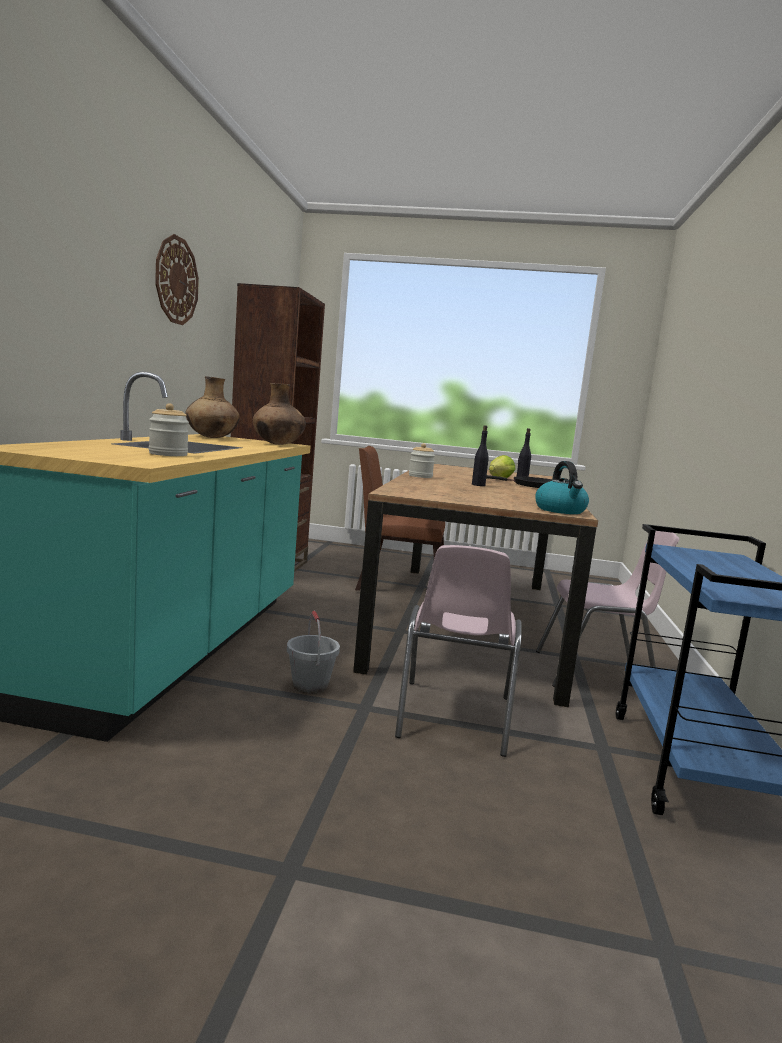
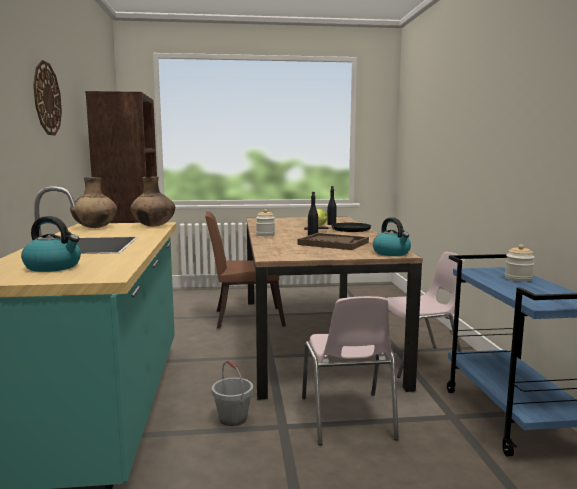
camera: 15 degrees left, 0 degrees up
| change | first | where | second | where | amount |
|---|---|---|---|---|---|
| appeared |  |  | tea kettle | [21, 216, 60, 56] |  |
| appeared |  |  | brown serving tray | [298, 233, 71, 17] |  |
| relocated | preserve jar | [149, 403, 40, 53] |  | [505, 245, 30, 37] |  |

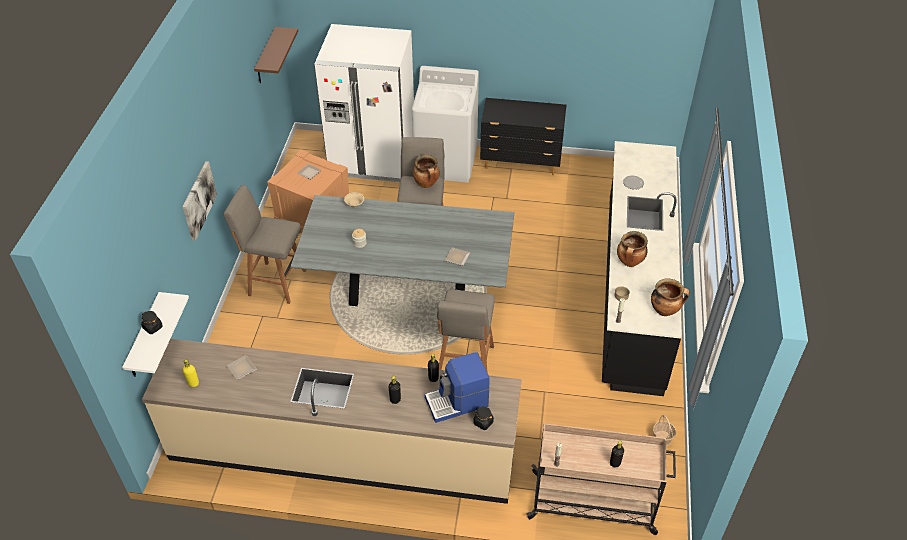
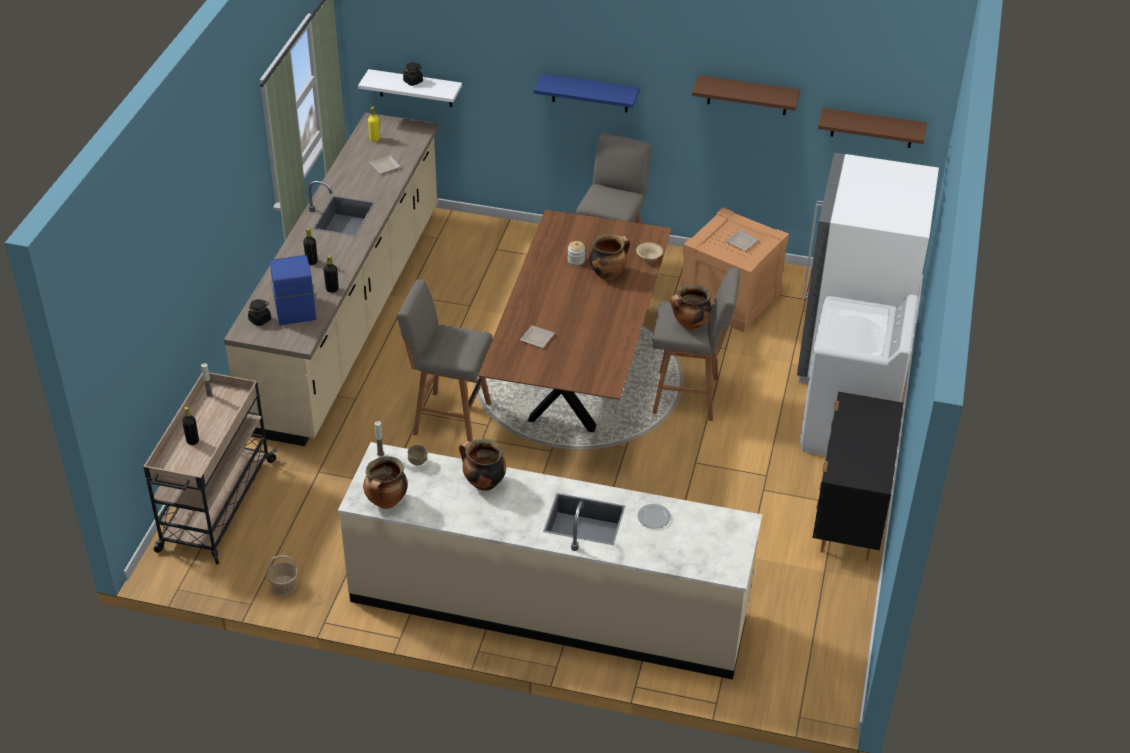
camera: 95 degrees right, 5 degrees down
| change | first | where | second | where | amount |
|---|---|---|---|---|---|
| appeared |  |  | saucepot | [589, 234, 41, 46] |  |
| appeared |  |  | brown shelf | [692, 75, 108, 40] |  |
| exchanged | picture | [183, 161, 34, 80] | blue shelf | [534, 74, 106, 38] |  |
| colour | gray dining table | [290, 195, 225, 111] | brown dining table | [478, 210, 194, 222] |  |
| colour | blackish counter | [602, 141, 80, 255] | beige-coloured counter | [338, 442, 424, 238] |  |

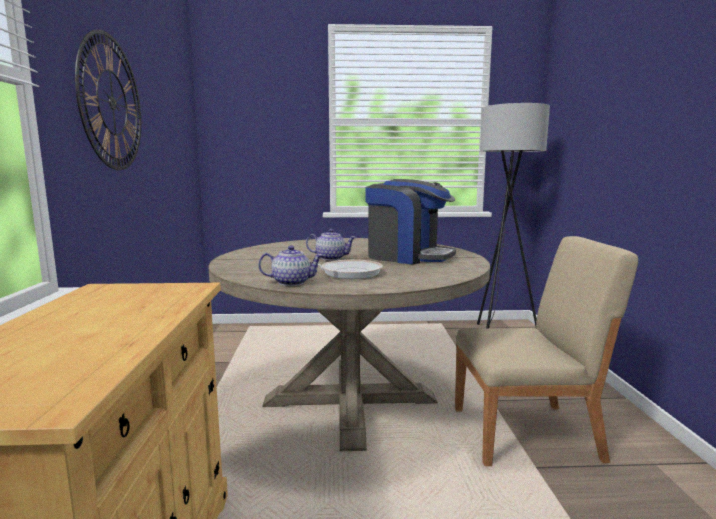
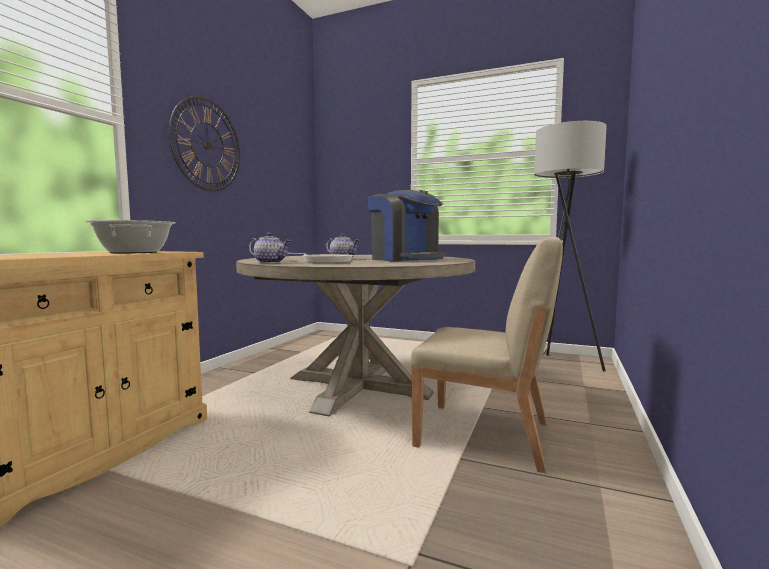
camera: 25 degrees right, 5 degrees down
| change | first | where | second | where | amount |
|---|---|---|---|---|---|
| appeared |  |  | saucepot | [85, 220, 90, 33] |  |

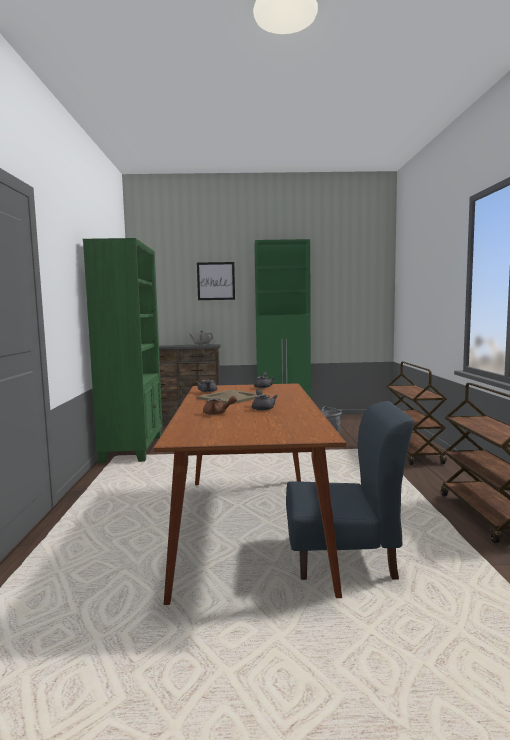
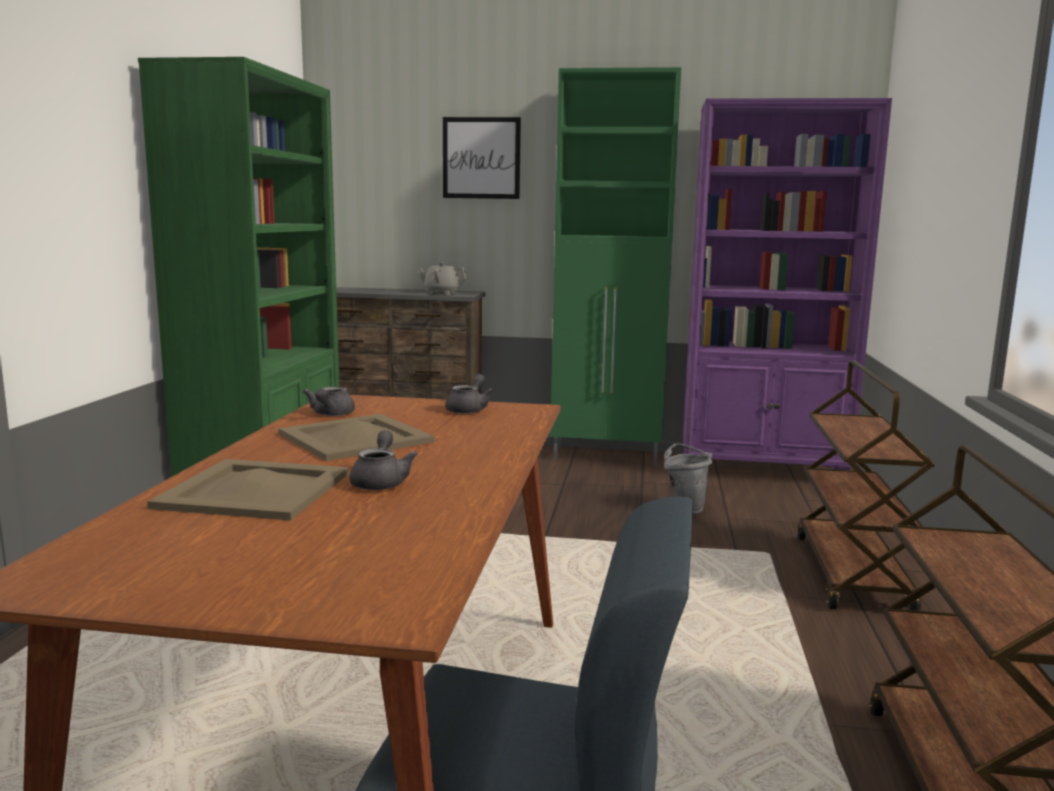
camera: 10 degrees right, 5 degrees up
| change | first | where | second | where | amount |
|---|---|---|---|---|---|
| appeared |  |  | purplish shelving unit | [683, 98, 209, 372] |  |
| exchanged | brown pot for tea | [203, 396, 34, 19] | beige-coloured serving tray | [147, 459, 202, 61] |  |

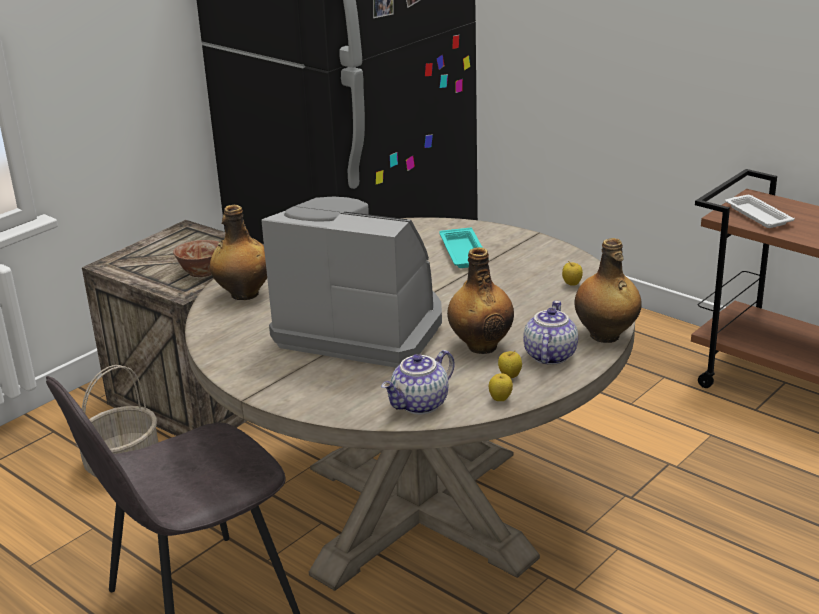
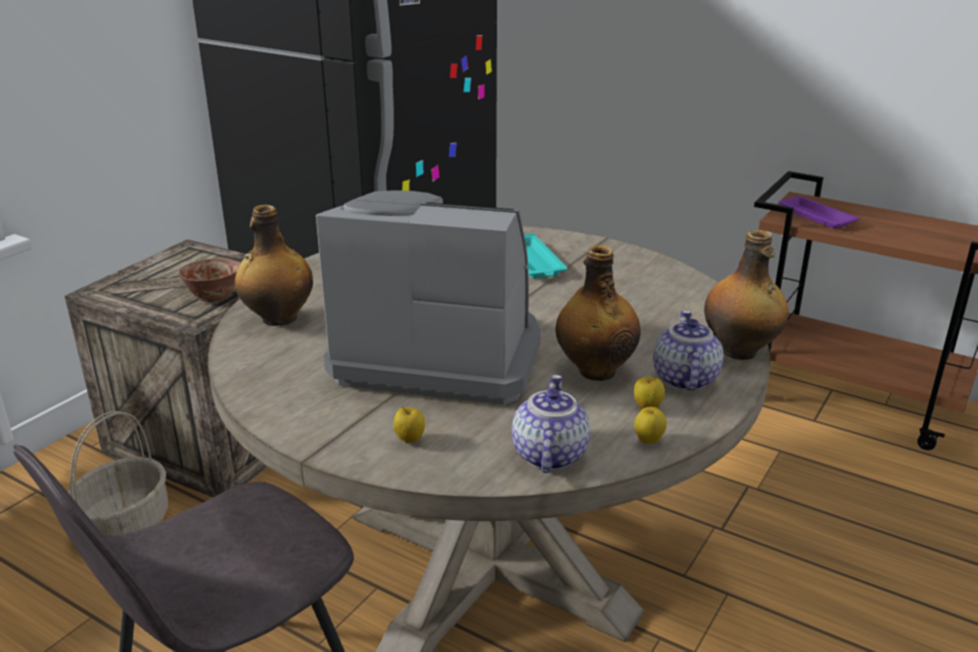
camera: 10 degrees left, 0 degrees up
| change | first | where | second | where | amount |
|---|---|---|---|---|---|
| relocated | apple | [562, 261, 21, 25] |  | [393, 406, 32, 37] |  |
| colour | whitish serving tray | [725, 195, 70, 33] | purplish serving tray | [778, 196, 82, 33] |  |
| spun | pot for tea | [381, 350, 74, 64] |  | [512, 375, 78, 98] | 150 degrees clockwise |

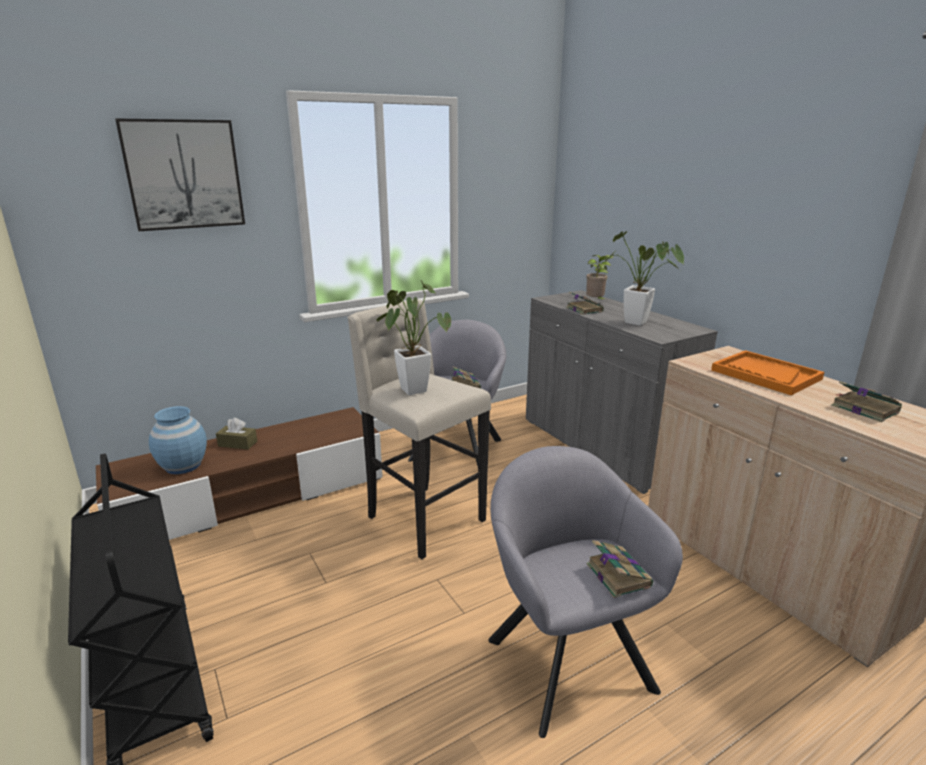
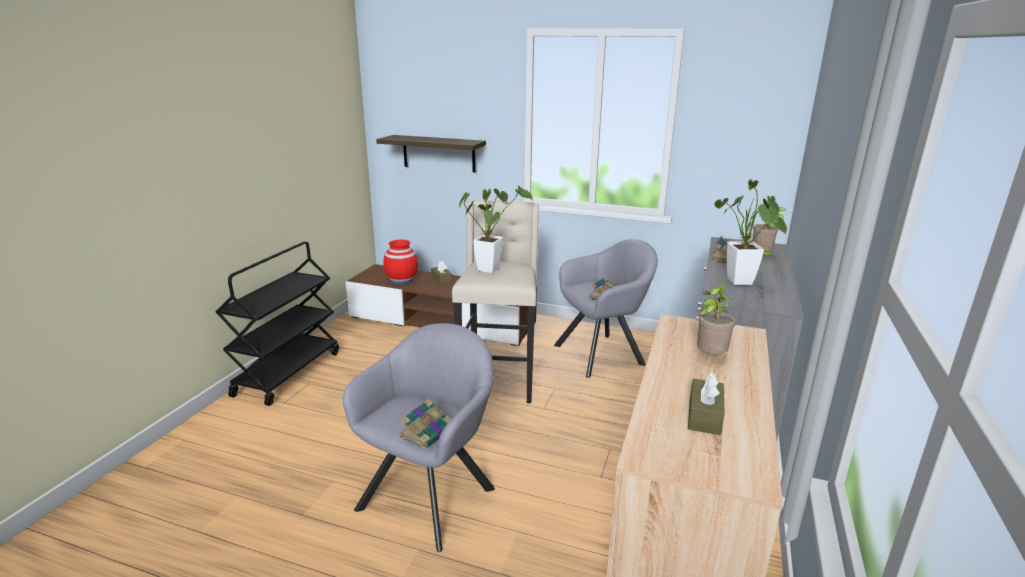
camera: 50 degrees right, 0 degrees up
| change | first | where | second | where | amount |
|---|---|---|---|---|---|
| missing | picture | [115, 118, 130, 113] |  |  |  |
| appeared |  |  | shelf | [376, 135, 110, 37] |  |
| exchanged | orangey serving tray | [711, 350, 113, 45] | houseplant | [697, 281, 39, 73] |  |
| exchanged | bound book | [832, 381, 70, 41] | brown tissue box | [688, 372, 37, 63] |  |
| colour | blue vase | [149, 406, 58, 68] | red vase | [384, 240, 34, 44] |  |

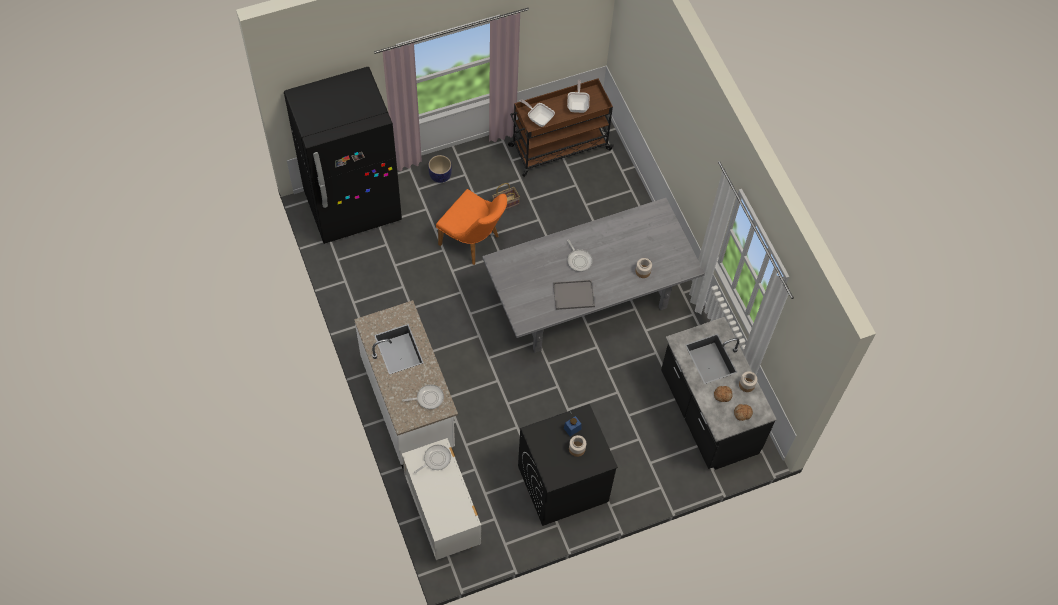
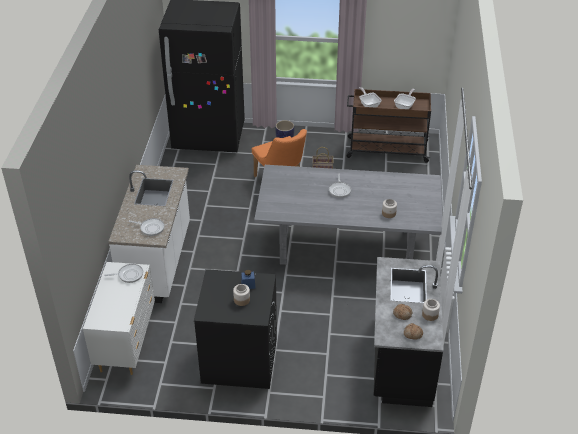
camera: 30 degrees right, 20 degrees down
| change | first | where | second | where | amount |
|---|---|---|---|---|---|
| missing | gray serving tray | [553, 280, 42, 30] |  |  |  |

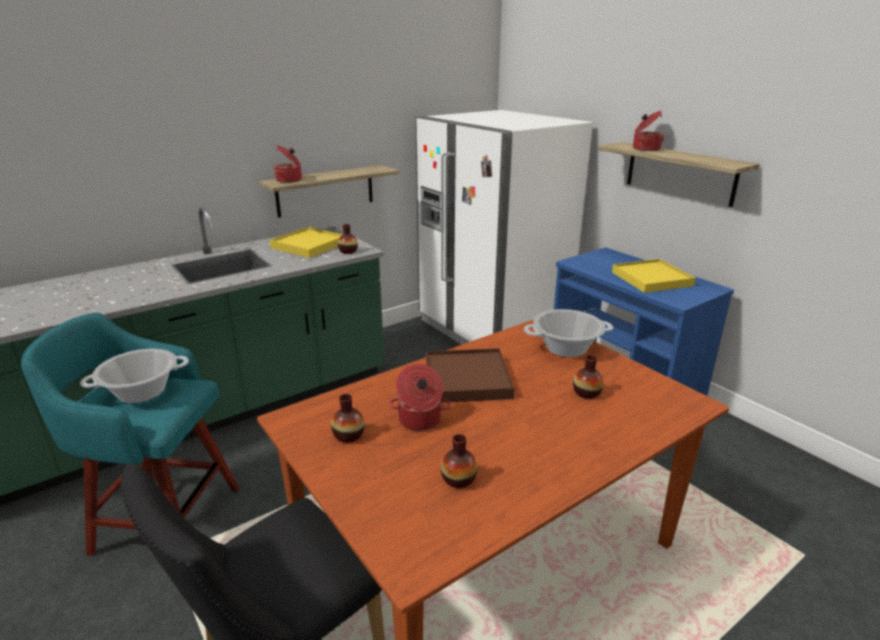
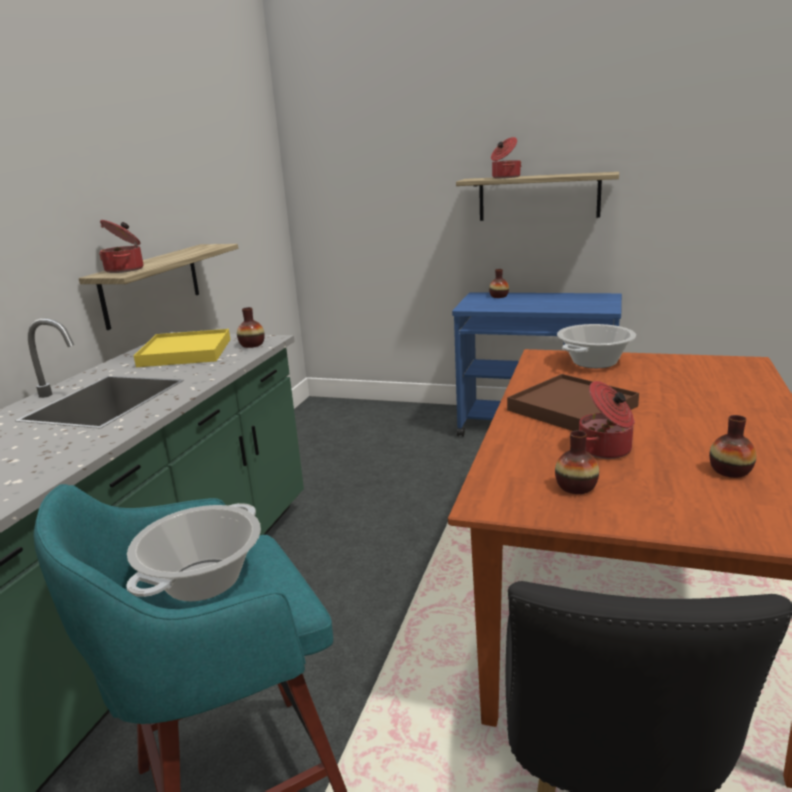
camera: 35 degrees left, 5 degrees down
| change | first | where | second | where | amount |
|---|---|---|---|---|---|
| missing | whitish refrigerator | [415, 110, 178, 235] |  |  |  |
| missing | yellowish serving tray | [612, 259, 84, 34] |  |  |  |
| relocated | vase | [573, 355, 31, 44] |  | [489, 269, 20, 29] |  |

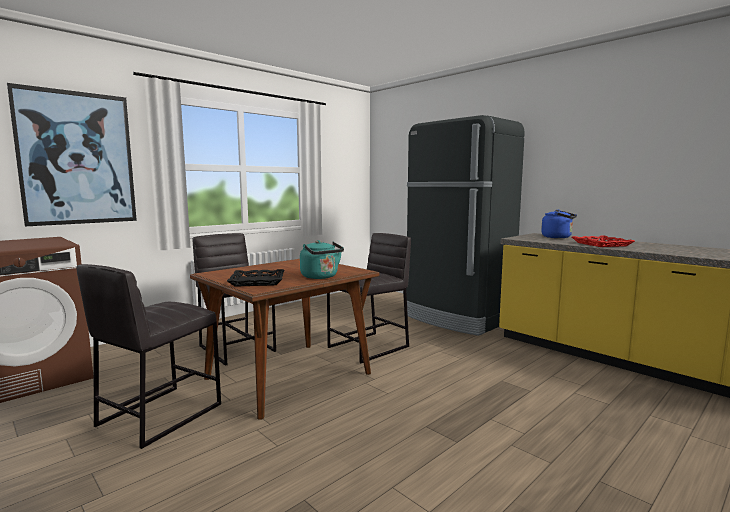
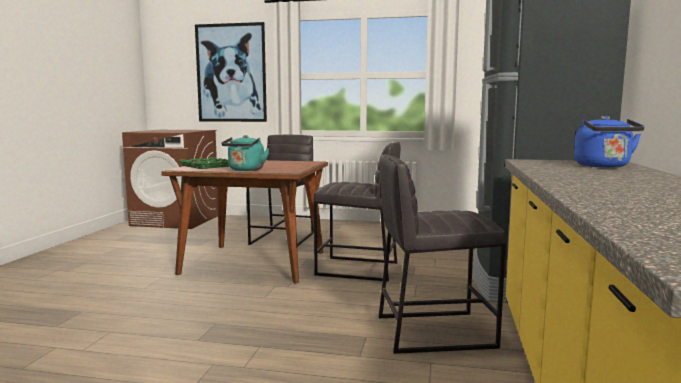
camera: 55 degrees right, 0 degrees up
| change | first | where | second | where | amount |
|---|---|---|---|---|---|
| missing | red serving tray | [572, 235, 63, 12] |  |  |  |
| relocated | gray stool seat | [76, 264, 145, 185] |  | [379, 154, 127, 200] |  |
| colour | blackish serving tray | [227, 269, 57, 18] | green serving tray | [178, 157, 51, 12] |  |

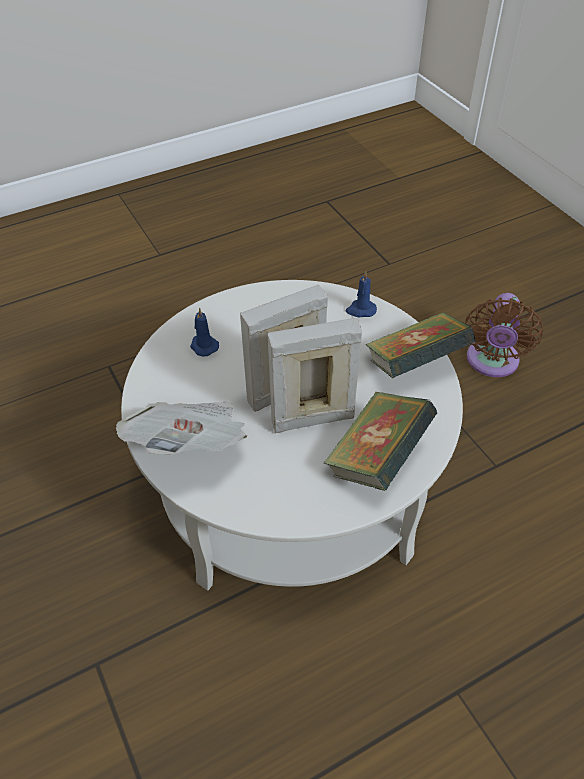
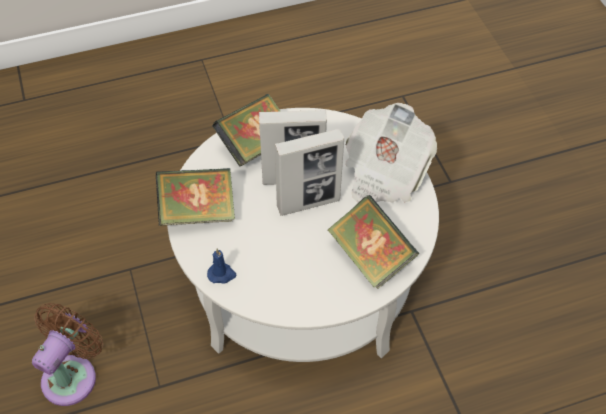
camera: 170 degrees left, 5 degrees up
| change | first | where | second | where | amount |
|---|---|---|---|---|---|
| exchanged | blue candle | [190, 307, 29, 50] | bound book | [327, 195, 92, 94] |  |

